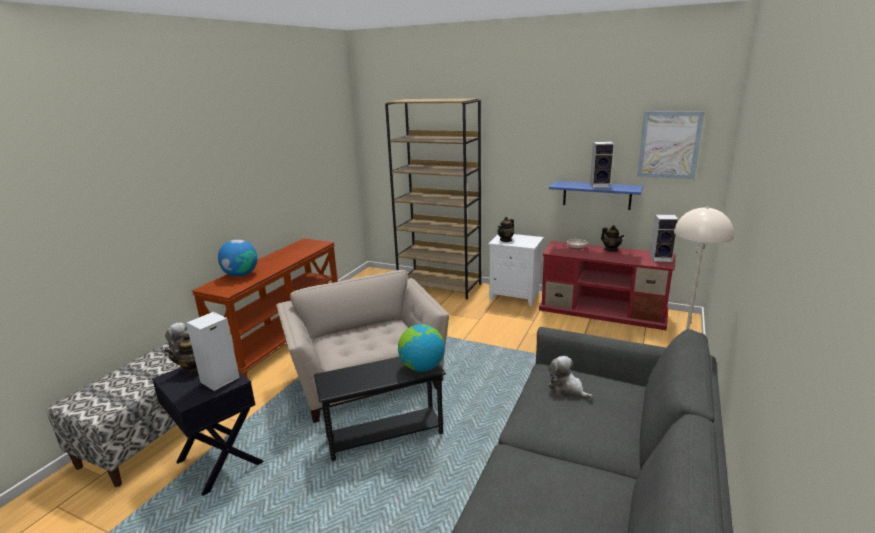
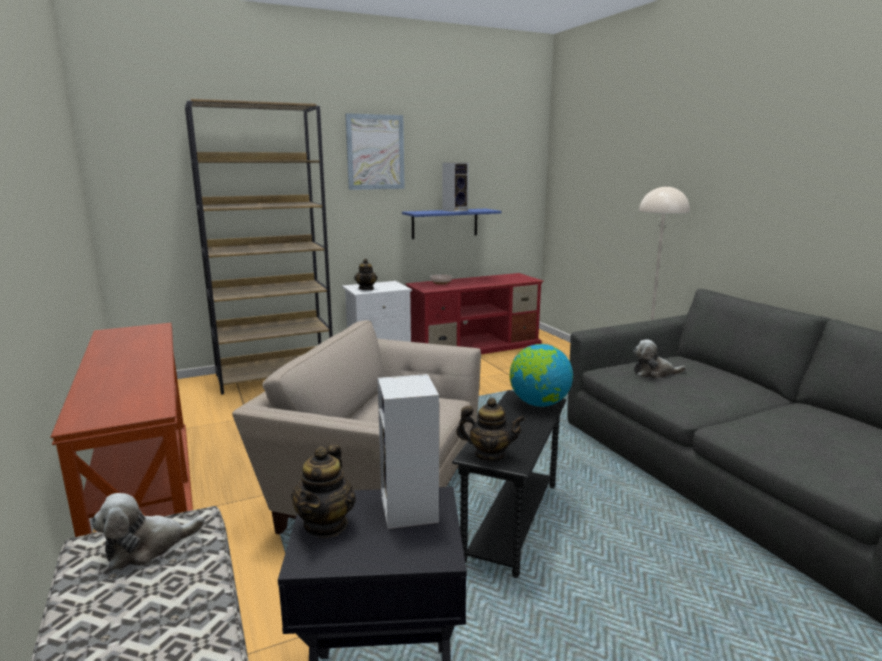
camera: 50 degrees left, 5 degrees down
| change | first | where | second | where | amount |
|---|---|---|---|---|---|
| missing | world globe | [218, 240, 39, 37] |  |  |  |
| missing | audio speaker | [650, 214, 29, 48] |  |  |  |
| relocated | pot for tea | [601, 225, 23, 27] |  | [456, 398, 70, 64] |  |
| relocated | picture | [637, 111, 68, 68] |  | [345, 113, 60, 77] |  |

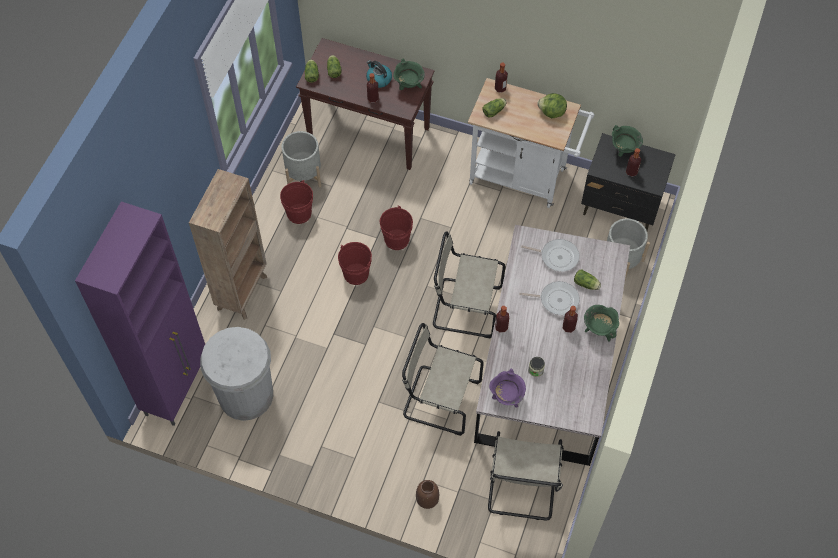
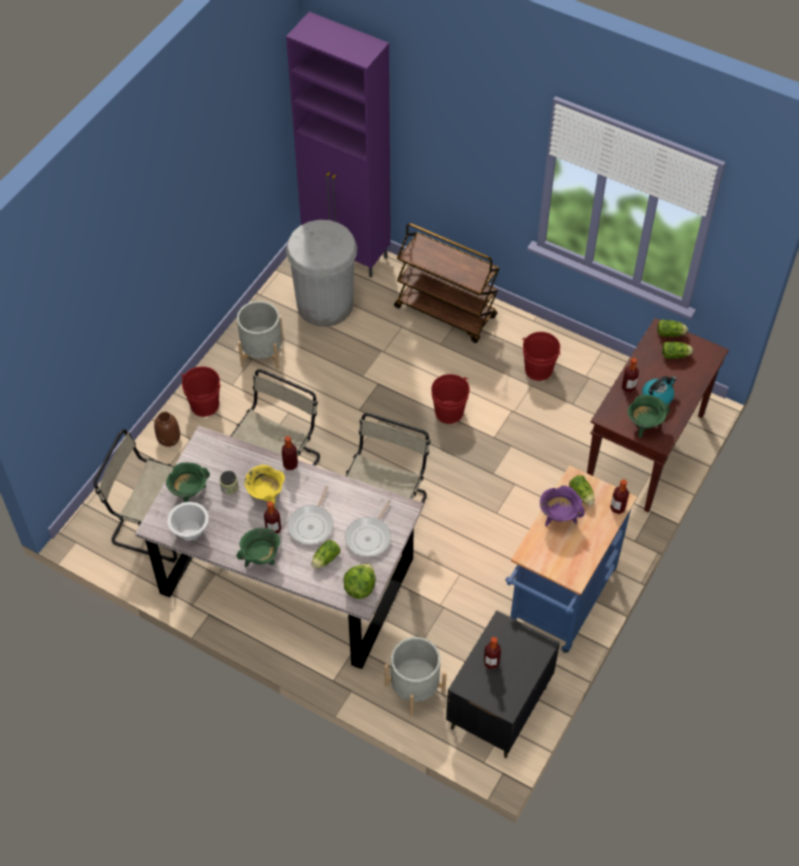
camera: 100 degrees right, 5 degrees down
| change | first | where | second | where | amount |
|---|---|---|---|---|---|
| appeared |  |  | whitish bowl | [167, 502, 42, 39] |  |
| appeared |  |  | yellowish saucepot | [244, 465, 41, 43] |  |
| relocated | gray planter | [282, 131, 39, 56] |  | [237, 301, 47, 68] |  |
| relocated | red water bucket | [380, 205, 33, 45] |  | [181, 366, 40, 51] |  |
| relocated | purplish saucepot | [489, 368, 37, 40] |  | [540, 485, 45, 41] |  |
| relocated | head of lettuce | [537, 93, 30, 25] |  | [344, 563, 32, 36] |  |
| relocated | green saucepot | [612, 125, 31, 32] |  | [166, 462, 44, 40] |  |
| exchanged | brown shelving unit | [189, 169, 78, 151] | brown trolley | [394, 223, 106, 120] |  |
| colour | whitish trolley | [468, 78, 127, 130] | blue trolley | [505, 465, 132, 188] |  |

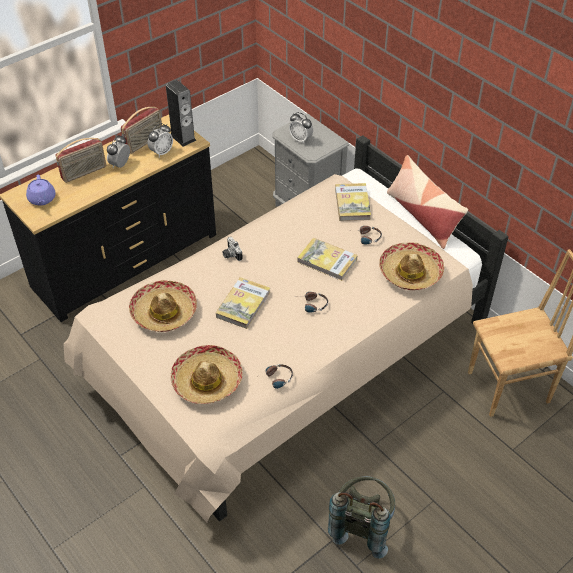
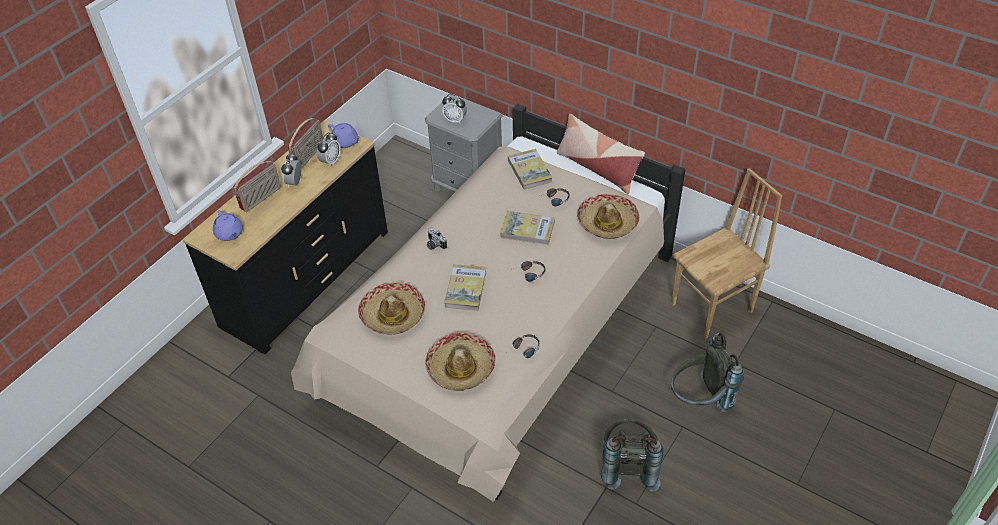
camera: 15 degrees left, 0 degrees up
| change | first | where | second | where | amount |
|---|---|---|---|---|---|
| appeared |  |  | gray backpack | [671, 333, 73, 79] |  |
| exchanged | audio speaker | [166, 80, 30, 67] | purplish pot for tea | [328, 123, 33, 25] |  |

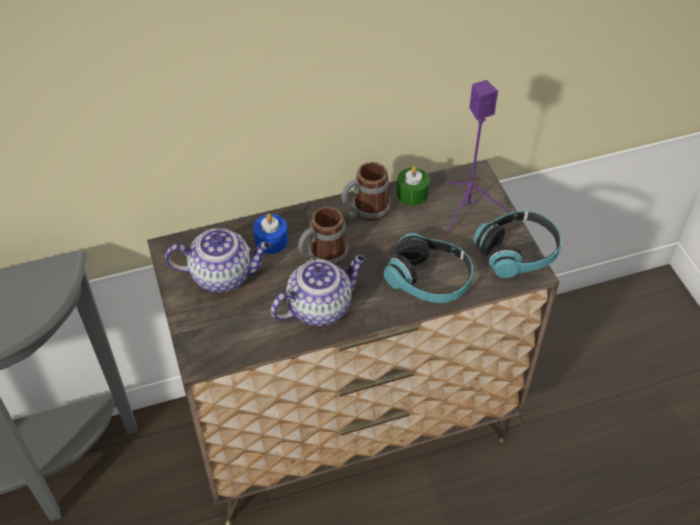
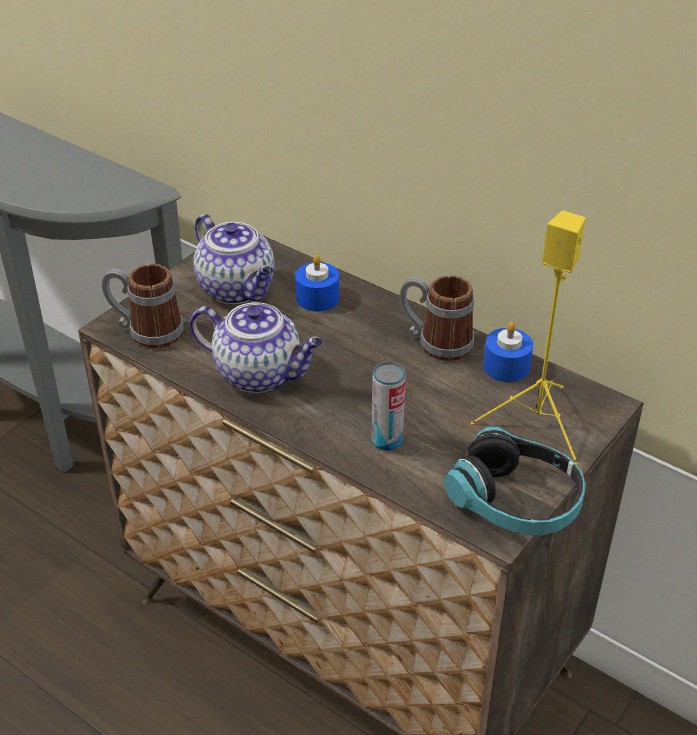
camera: 55 degrees right, 10 degrees down
| change | first | where | second | where | amount |
|---|---|---|---|---|---|
| relocated | coffee mug | [298, 207, 50, 59] |  | [102, 264, 82, 85] |  |
| exchanged | headset | [383, 233, 90, 70] | metal can | [371, 362, 35, 89] |  |
| colour | green candle | [396, 166, 33, 40] | blue candle | [483, 322, 50, 60] |  |
| colour | purplish audio speaker | [445, 80, 66, 156] | yellowish audio speaker | [471, 211, 115, 254] |  |

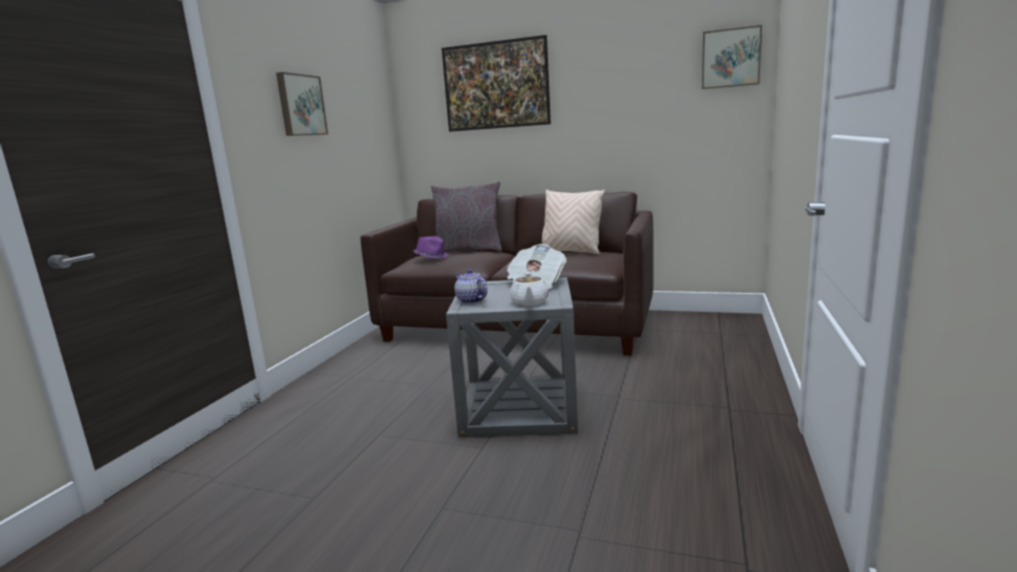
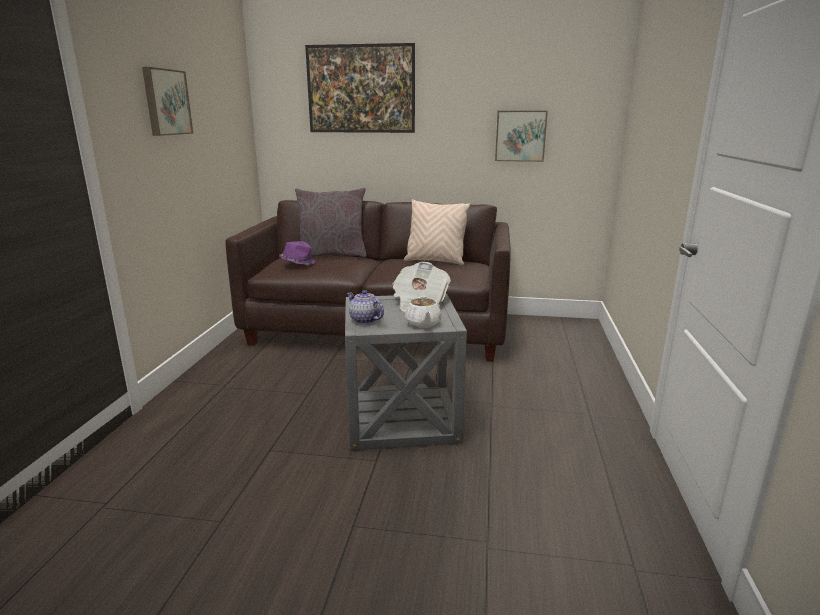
camera: 10 degrees left, 5 degrees up
| change | first | where | second | where | amount |
|---|---|---|---|---|---|
| relocated | picture | [702, 25, 60, 64] |  | [495, 111, 53, 51] |  |

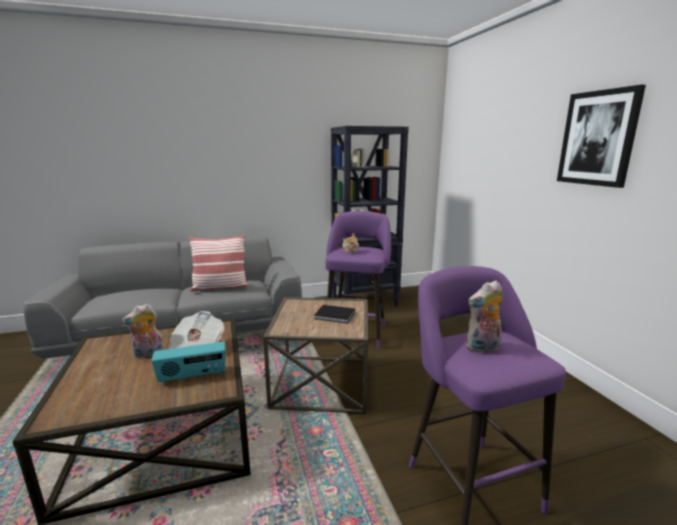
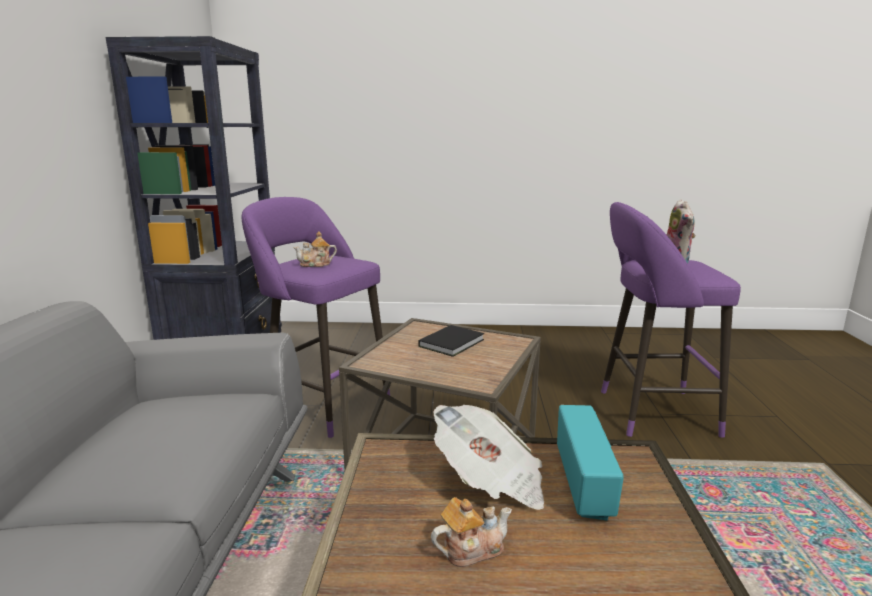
camera: 70 degrees left, 0 degrees up
| change | first | where | second | where | amount |
|---|---|---|---|---|---|
| missing | cushion | [189, 235, 59, 57] |  |  |  |
| missing | picture | [557, 85, 89, 103] |  |  |  |
| exchanged | soft toy | [122, 304, 42, 54] | pot for tea | [431, 497, 81, 70] |  |

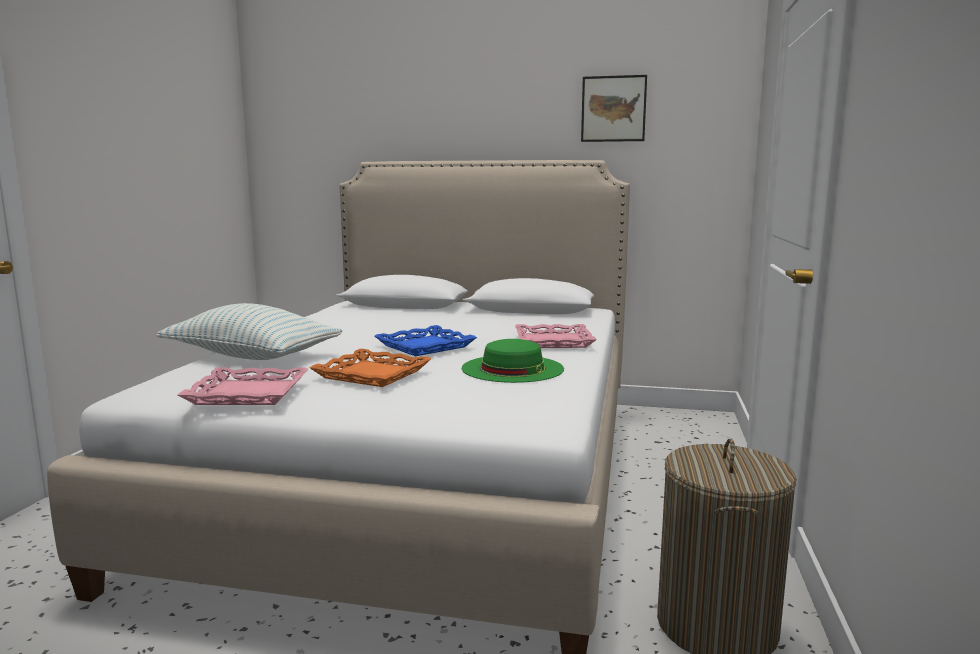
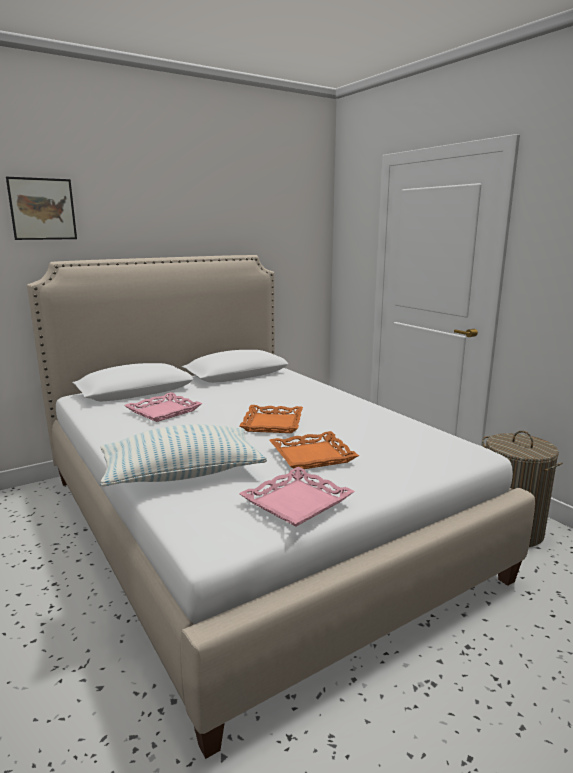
camera: 45 degrees left, 5 degrees up
| change | first | where | second | where | amount |
|---|---|---|---|---|---|
| missing | green hat | [462, 339, 102, 44] |  |  |  |
| relocated | pinkish serving tray | [515, 324, 82, 24] |  | [124, 392, 78, 30] |  |
| relocated | picture | [581, 75, 66, 67] |  | [6, 177, 71, 63] |  |
| colour | blue serving tray | [375, 325, 102, 31] | orangey serving tray | [240, 405, 63, 28] |  |

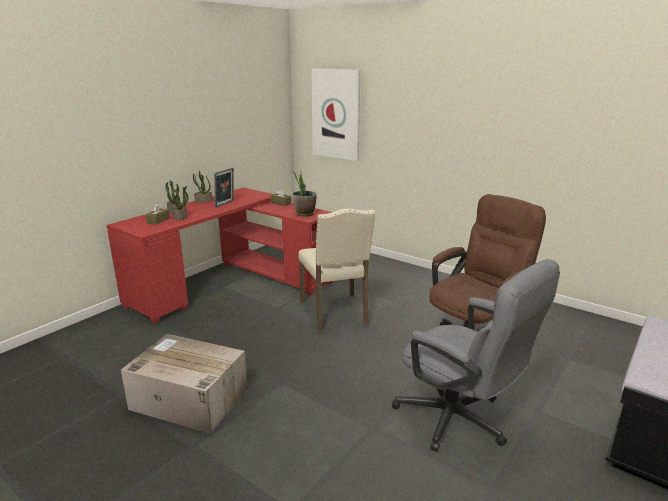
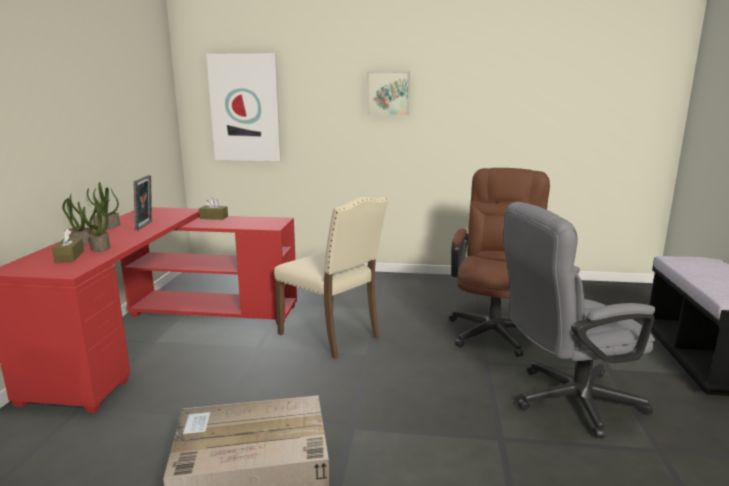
camera: 30 degrees left, 5 degrees down
| change | first | where | second | where | amount |
|---|---|---|---|---|---|
| missing | houseplant | [292, 172, 25, 44] |  |  |  |
| appeared |  |  | picture | [367, 72, 43, 43] |  |
| spun | gray computer chair | [392, 259, 168, 193] |  | [503, 202, 152, 236] | 150 degrees clockwise |

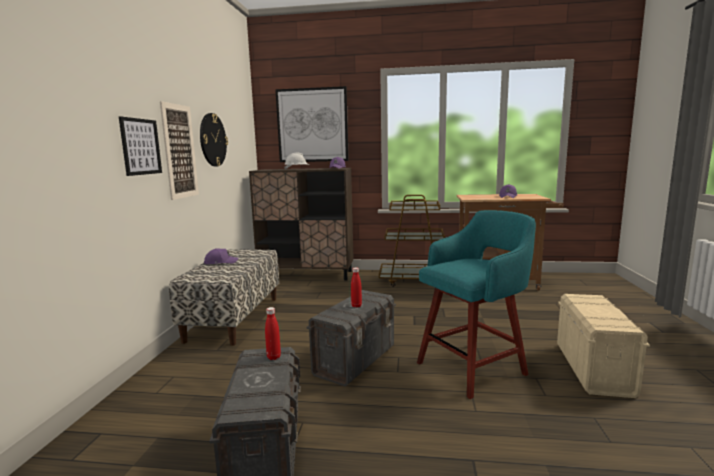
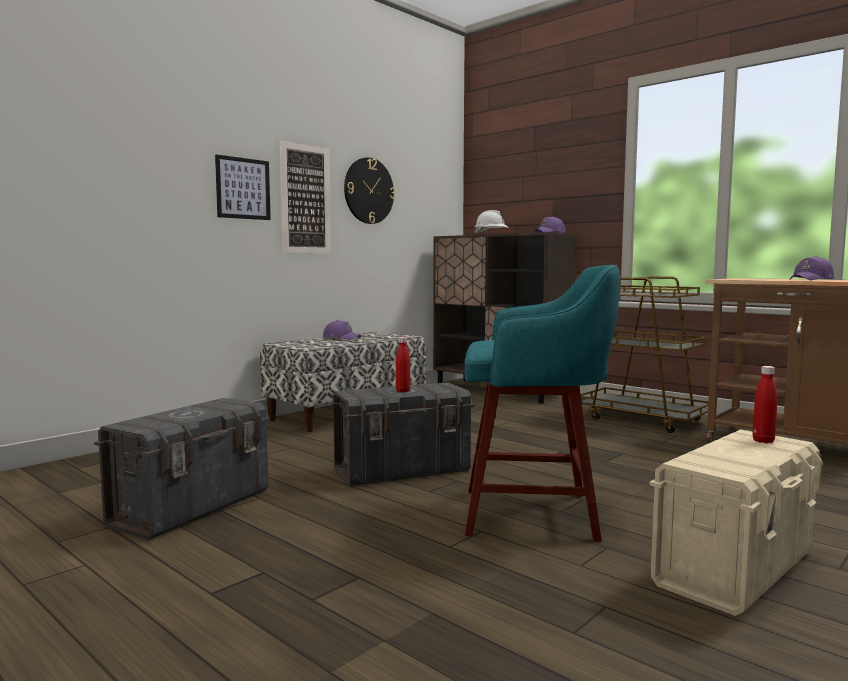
camera: 35 degrees right, 5 degrees down
| change | first | where | second | where | amount |
|---|---|---|---|---|---|
| missing | picture | [275, 86, 74, 76] |  |  |  |
| relocated | red drink bottle | [265, 307, 16, 53] |  | [753, 366, 24, 77] |  |

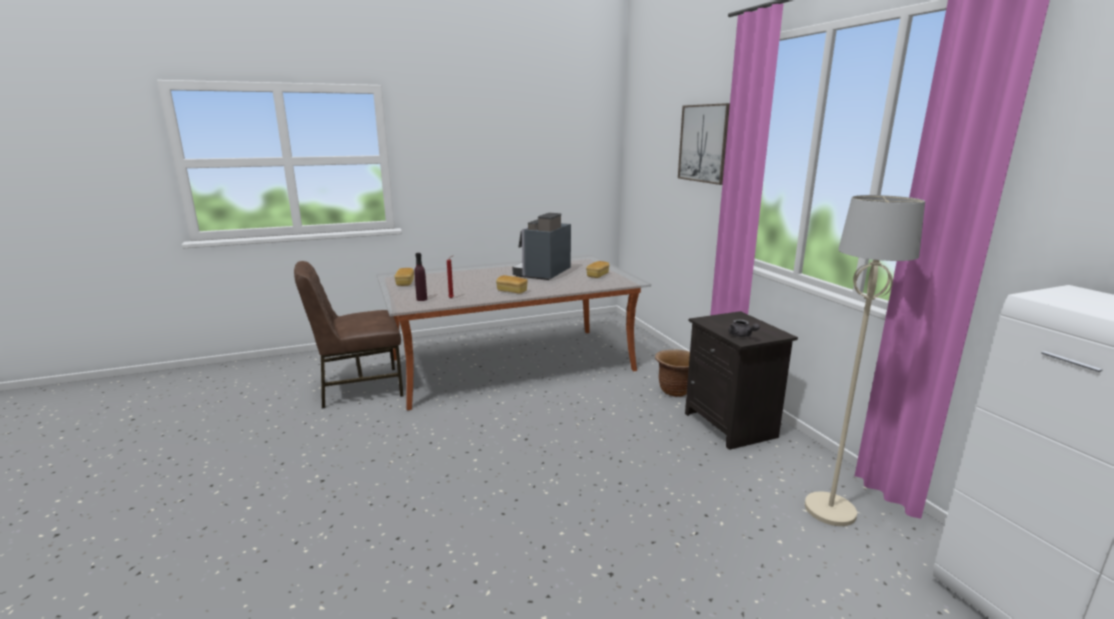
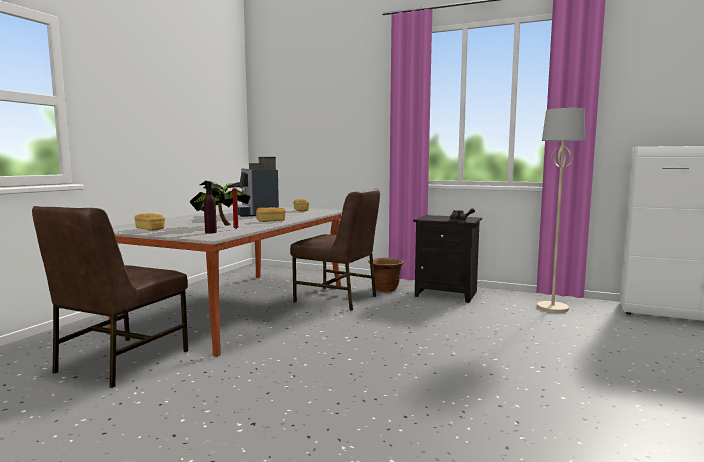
camera: 45 degrees left, 10 degrees down
| change | first | where | second | where | amount |
|---|---|---|---|---|---|
| missing | picture | [678, 103, 52, 82] |  |  |  |
| appeared |  |  | houseplant | [190, 181, 61, 45] |  |
| appeared |  |  | brown chair | [290, 188, 90, 123] |  |

